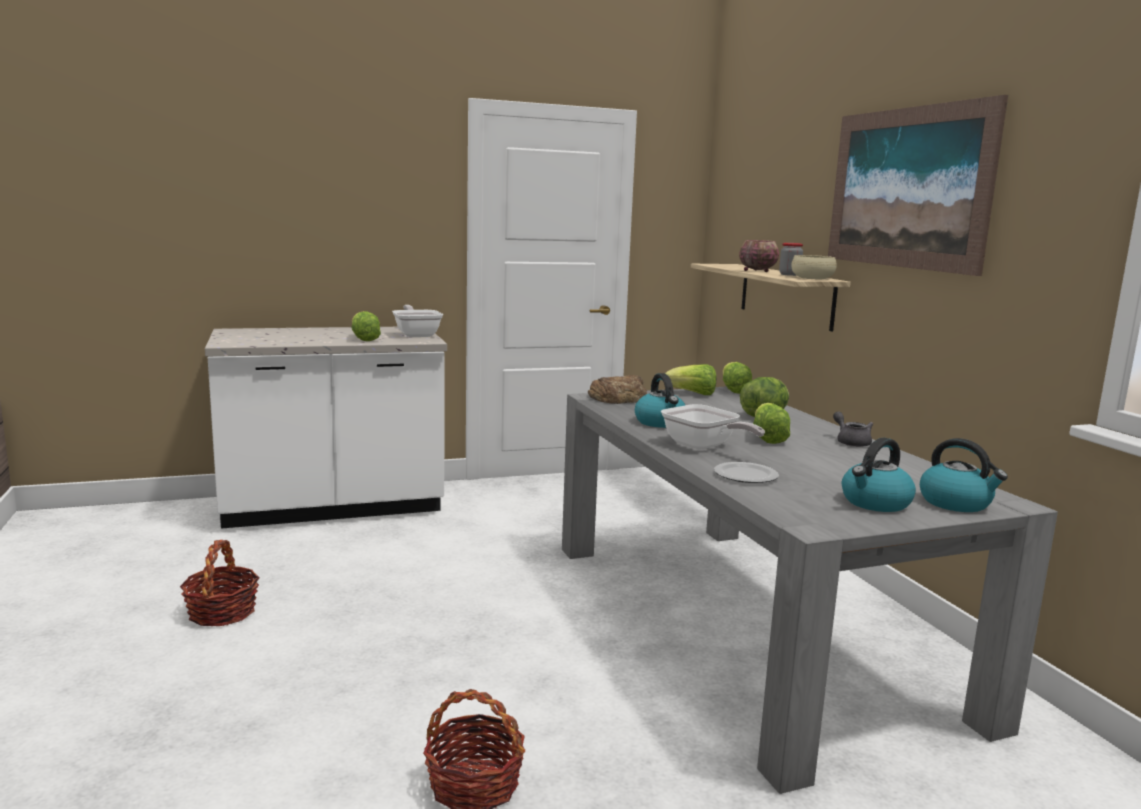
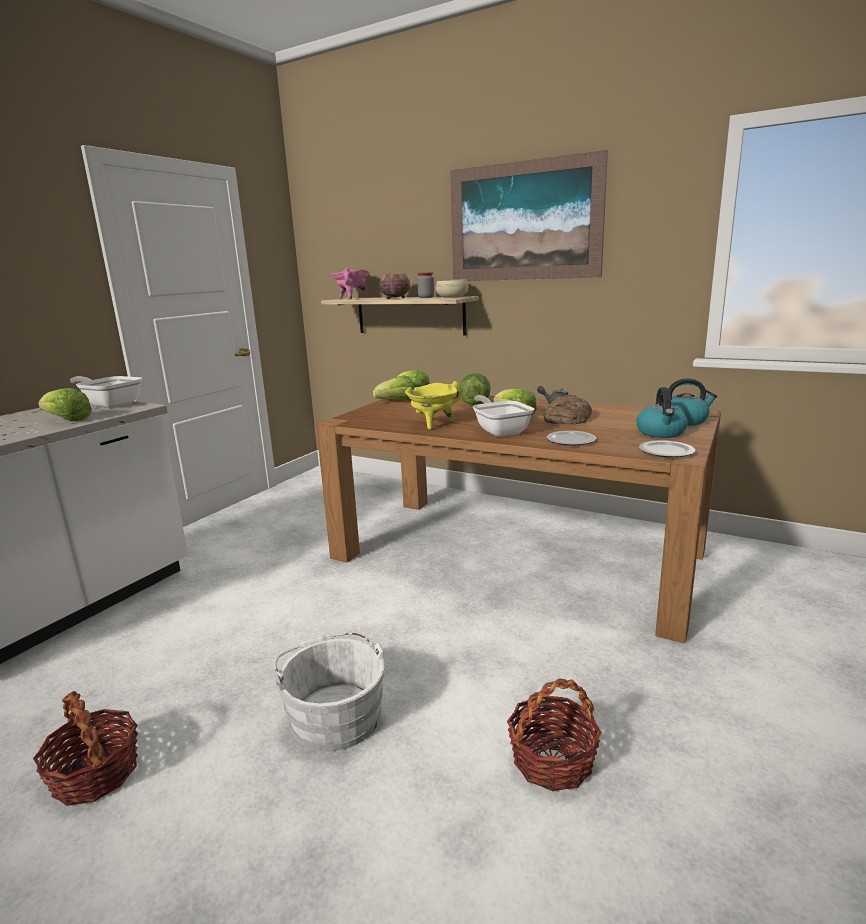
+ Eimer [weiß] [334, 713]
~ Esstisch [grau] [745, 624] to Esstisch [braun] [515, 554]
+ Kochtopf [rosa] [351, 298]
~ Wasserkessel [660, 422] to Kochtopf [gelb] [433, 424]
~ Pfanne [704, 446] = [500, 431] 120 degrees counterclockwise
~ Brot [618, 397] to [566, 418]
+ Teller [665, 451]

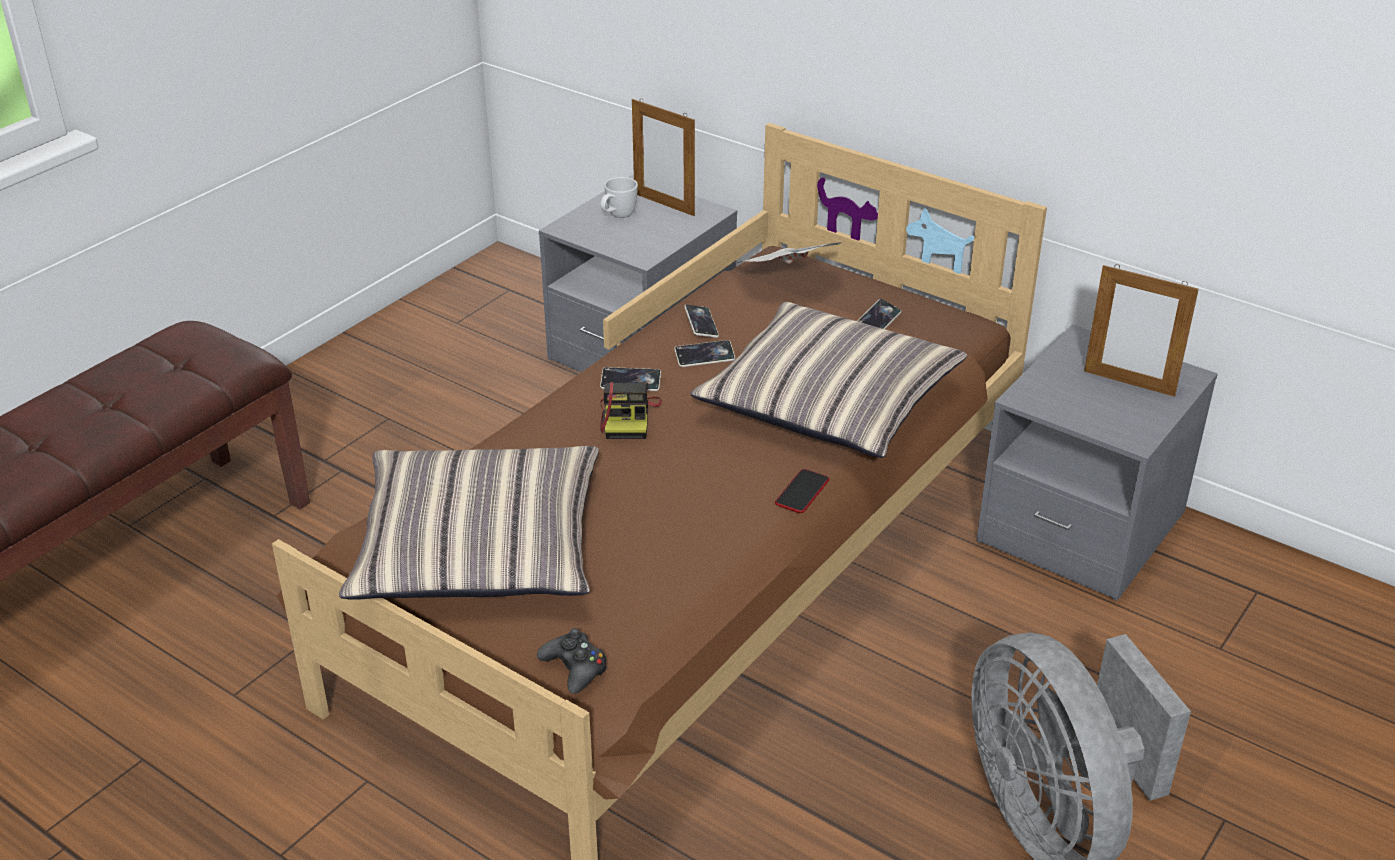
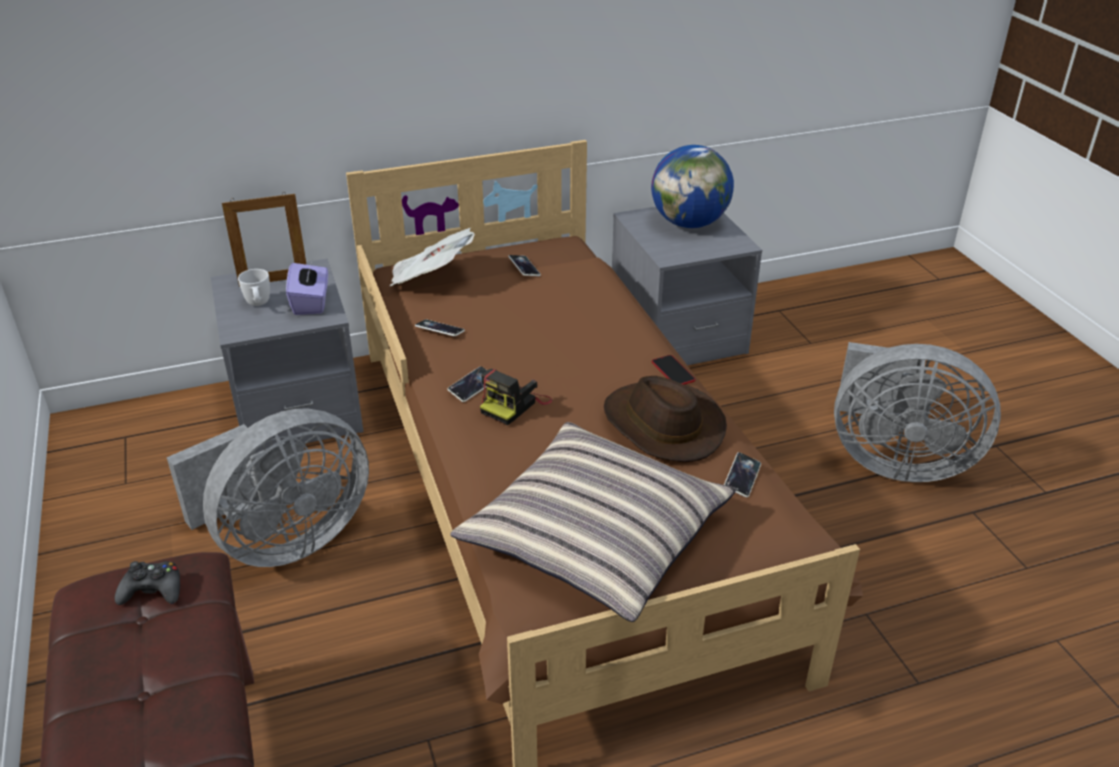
~ Gamepad [schwarz] [575, 668] to [153, 590]
+ Ventilator [grau] [285, 541]
+ Taschentuchbox [lila] [311, 303]
~ Kamera [628, 418] = [514, 405] 90 degrees clockwise
+ Hut [braun] [661, 425]
~ Bilderrahmen [1129, 383] to Globus [689, 223]
~ Handy [704, 357] to [742, 477]
- Kissen [829, 402]

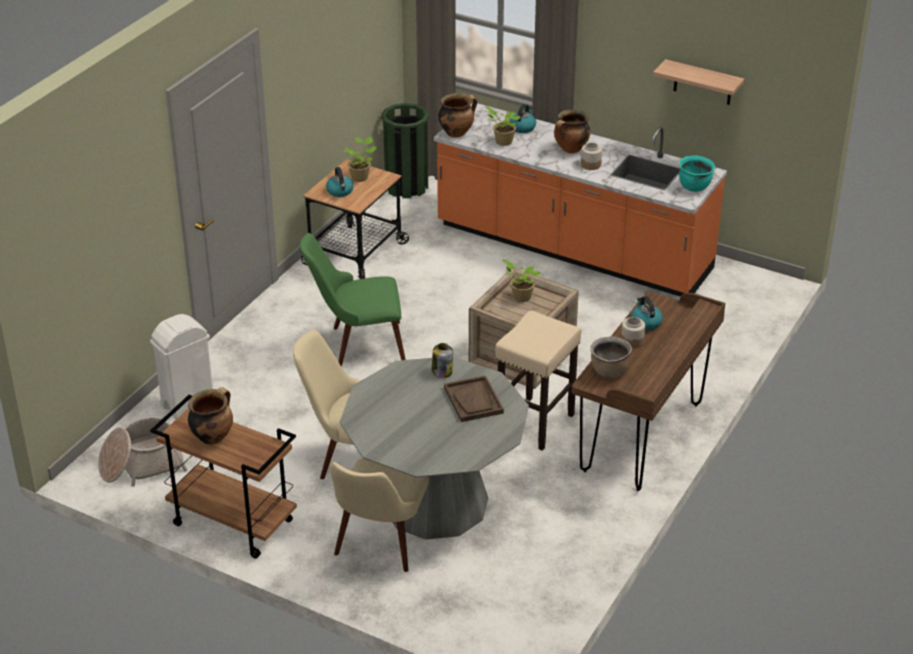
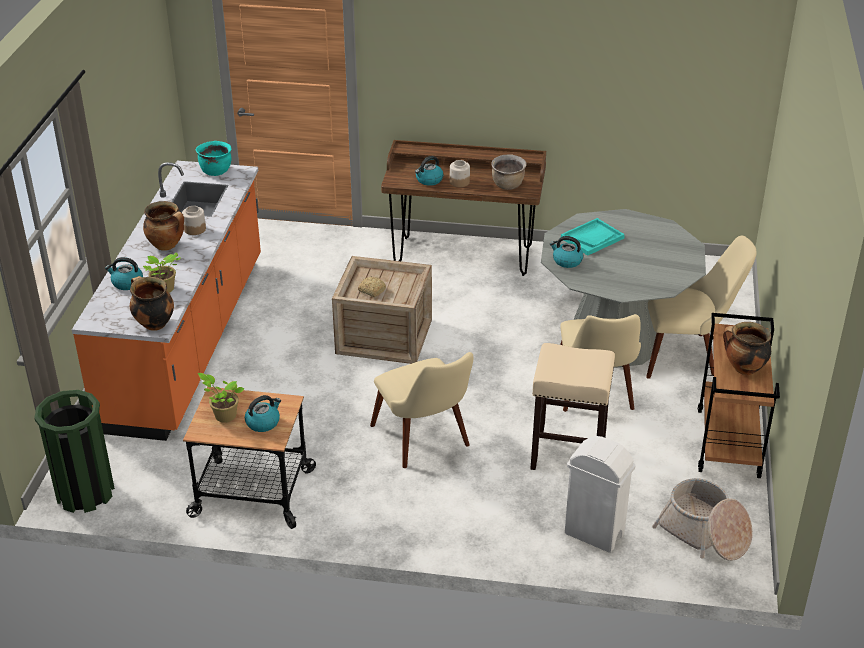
~ Topfpflanze [520, 297] to Brot [371, 290]
~ Stuhl [grün] [357, 345] to Stuhl [beige] [426, 442]
~ Hocker [beige] [535, 422] to [567, 455]
~ Vorratsglas [441, 371] to Wasserkessel [566, 261]
~ Tablett [braun] [473, 400] to Tablett [türkis] [592, 238]
- Wandregal [703, 83]

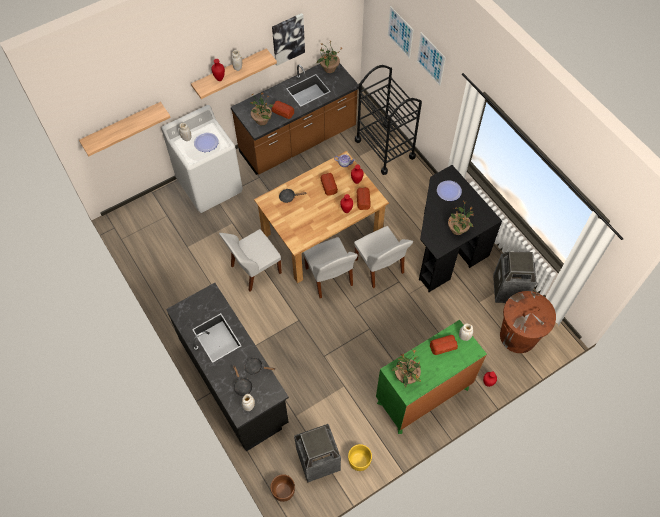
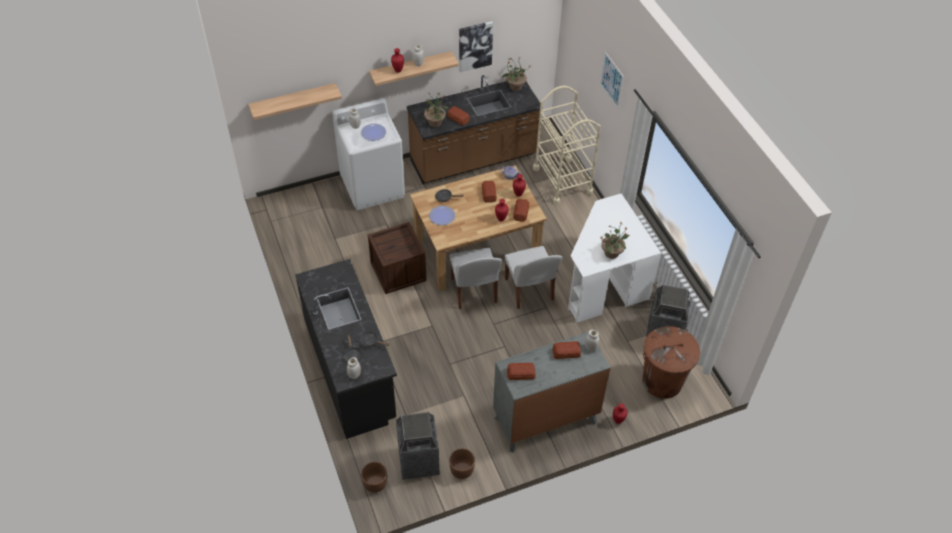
~ Stuhl [weiß] [254, 270] to Kiste [398, 271]
~ Teller [449, 191] to [442, 216]
~ Pflanzkübel [gelb] [359, 461] to Pflanzkübel [braun] [461, 470]
~ Kommode [grün] [423, 395] to Kommode [grau] [545, 420]
~ Topfpflanze [406, 376] to Brot [520, 373]
~ Rollwagen [schwarz] [385, 148] to Rollwagen [beige] [562, 180]
~ Schreibtisch [schwarz] [444, 247] to Schreibtisch [weiß] [603, 282]
- Bild [400, 32]

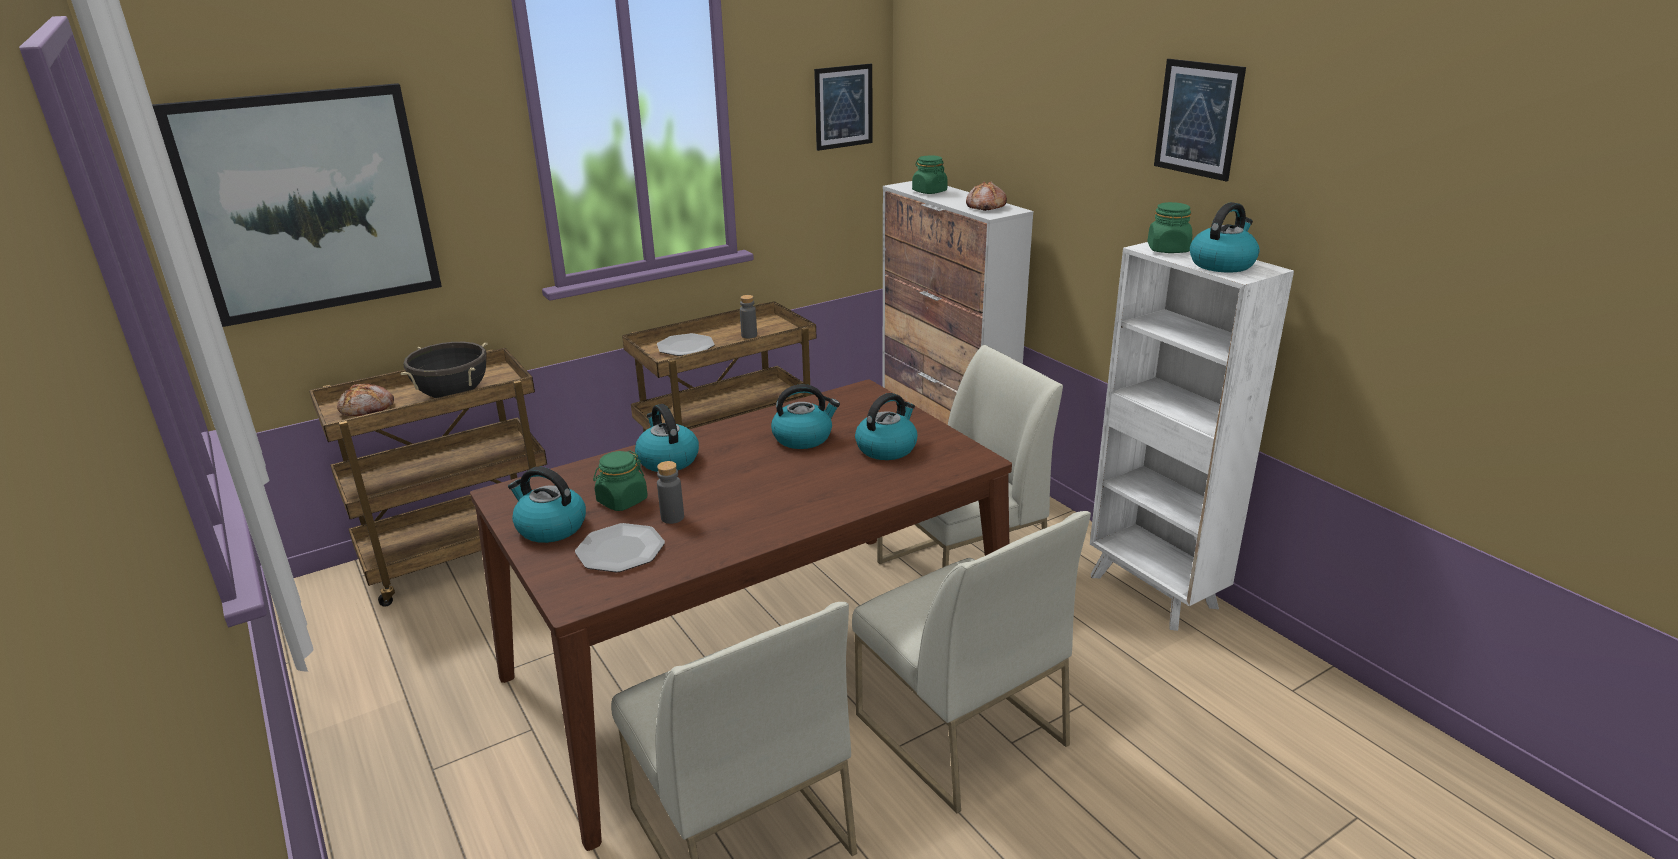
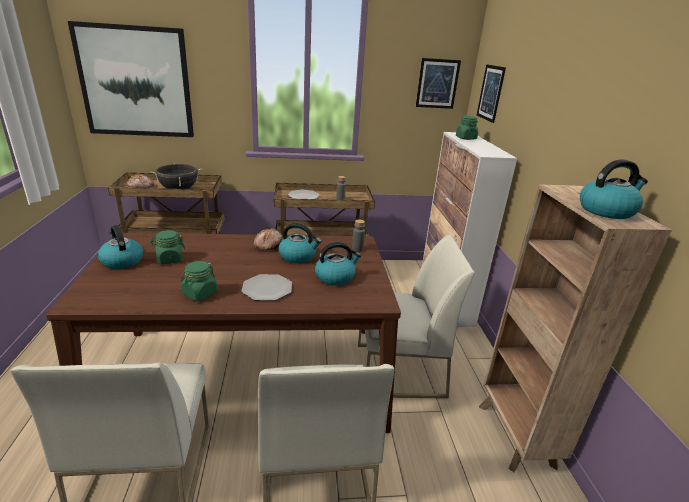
~ Vorratsglas [grün] [1168, 250] to [200, 294]
~ Teller [620, 550] to [267, 289]
~ Brot [985, 206] to [268, 245]
~ Flasche [grau] [672, 517] to [357, 249]
~ Bild [1198, 119] to [490, 93]
~ Bücherregal [weiß] [1154, 593] to Bücherregal [braun] [516, 436]
- Wasserkessel [667, 460]

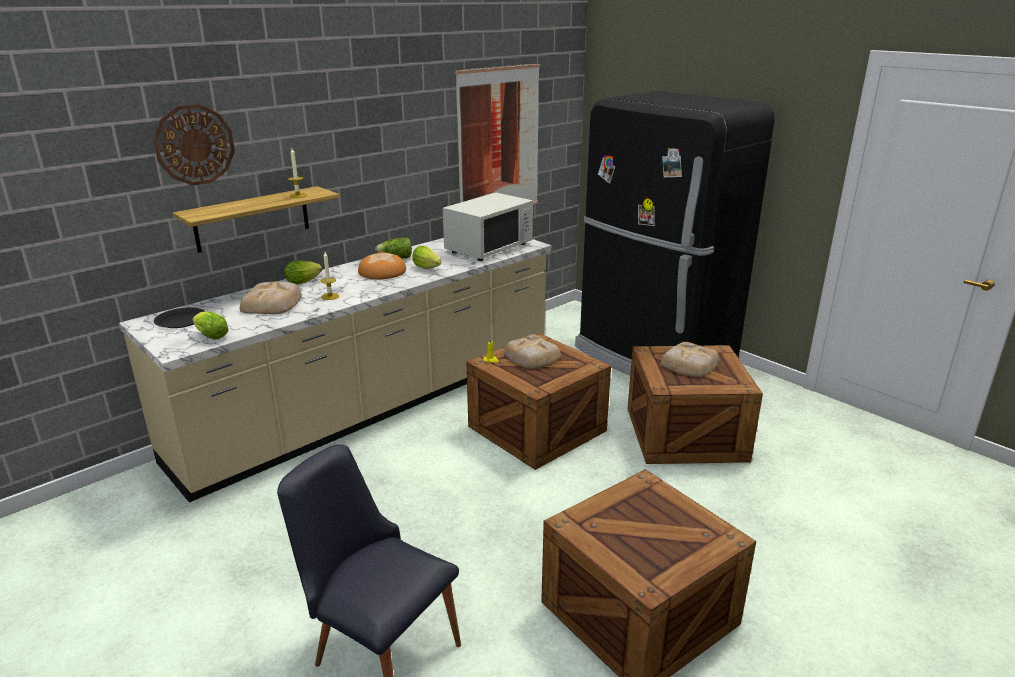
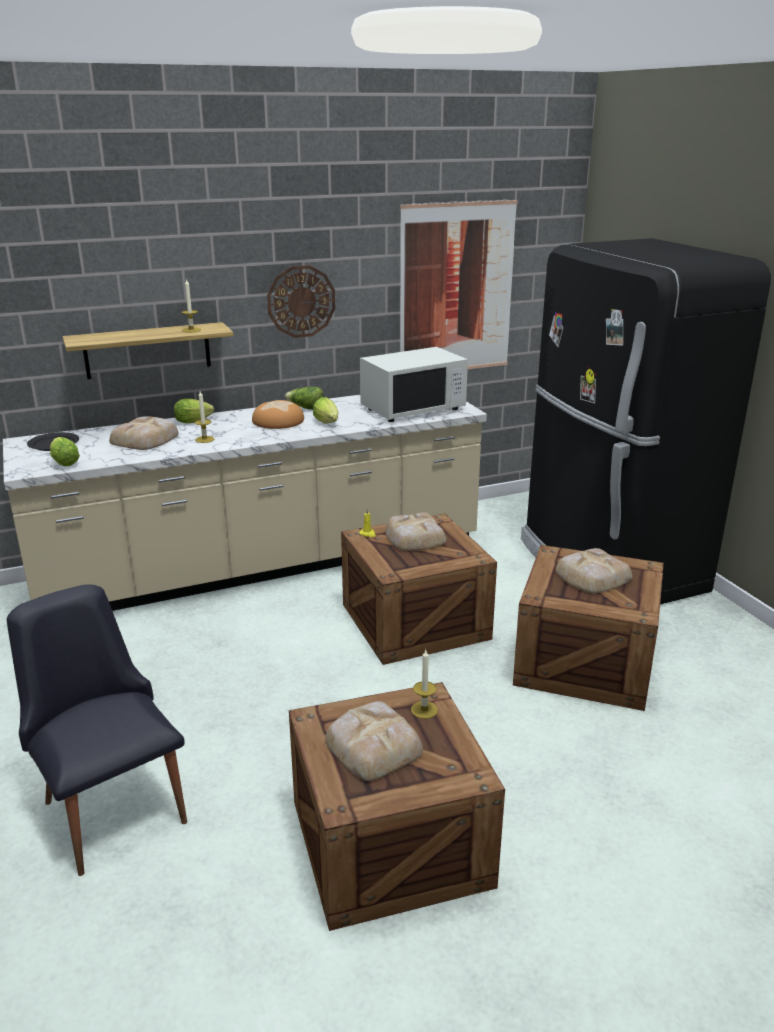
~ Wanduhr [194, 145] to [301, 301]
+ Brot [373, 745]
+ Kerze [424, 710]

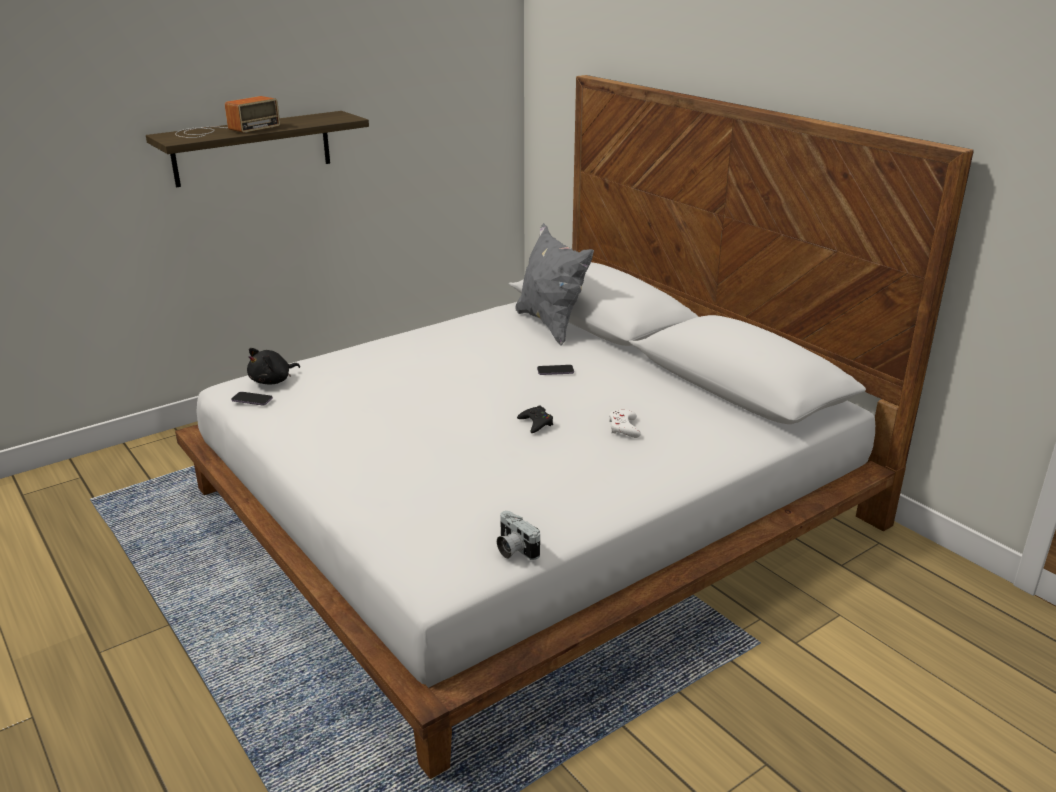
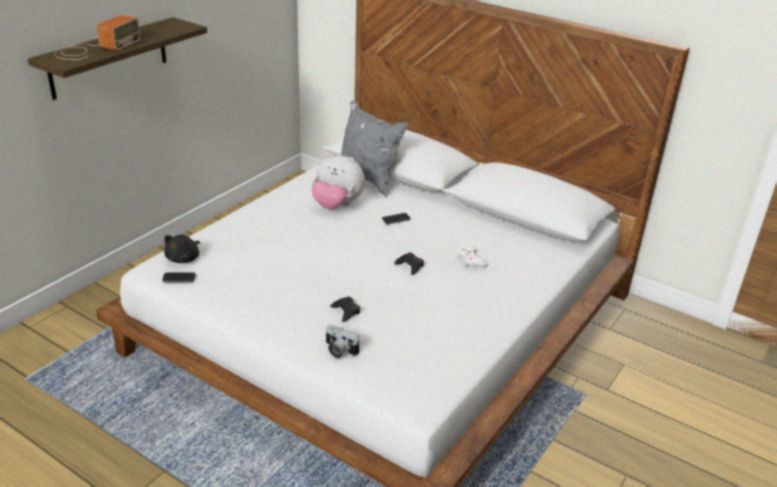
+ Plüschtier [337, 205]
~ Kamera [513, 549] to [339, 350]
+ Gamepad [schwarz] [346, 311]

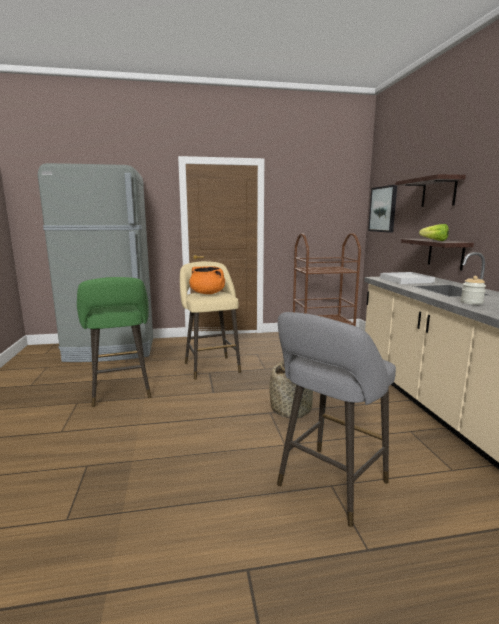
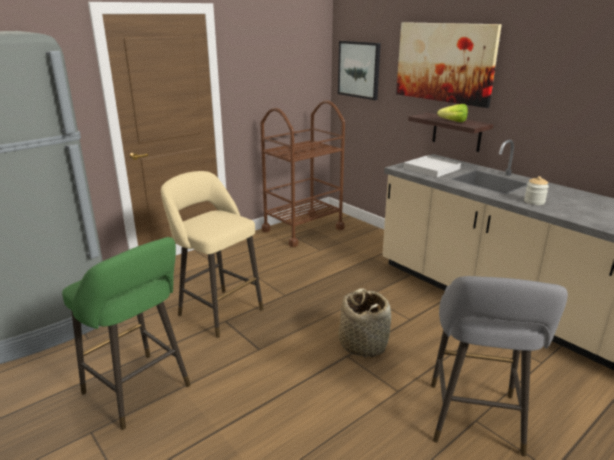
~ Wandregal [438, 192] to Bild [444, 62]
- Kochtopf [orange] [208, 293]

